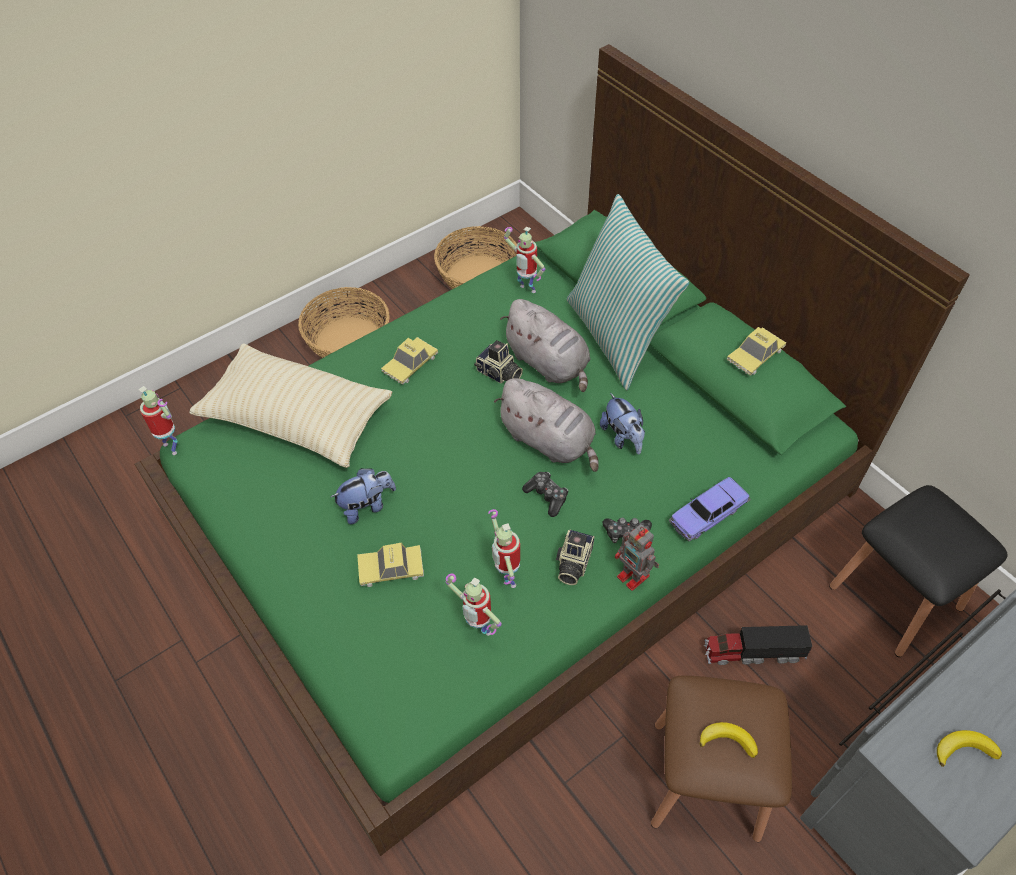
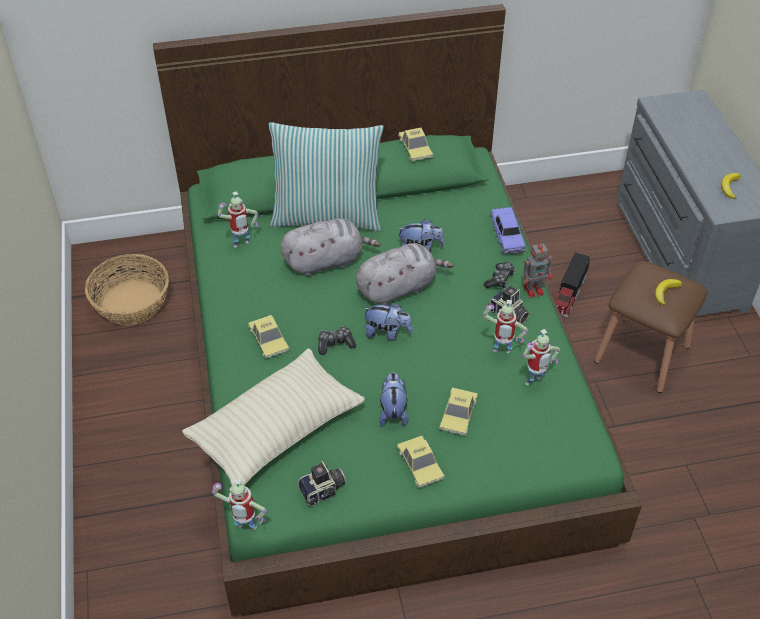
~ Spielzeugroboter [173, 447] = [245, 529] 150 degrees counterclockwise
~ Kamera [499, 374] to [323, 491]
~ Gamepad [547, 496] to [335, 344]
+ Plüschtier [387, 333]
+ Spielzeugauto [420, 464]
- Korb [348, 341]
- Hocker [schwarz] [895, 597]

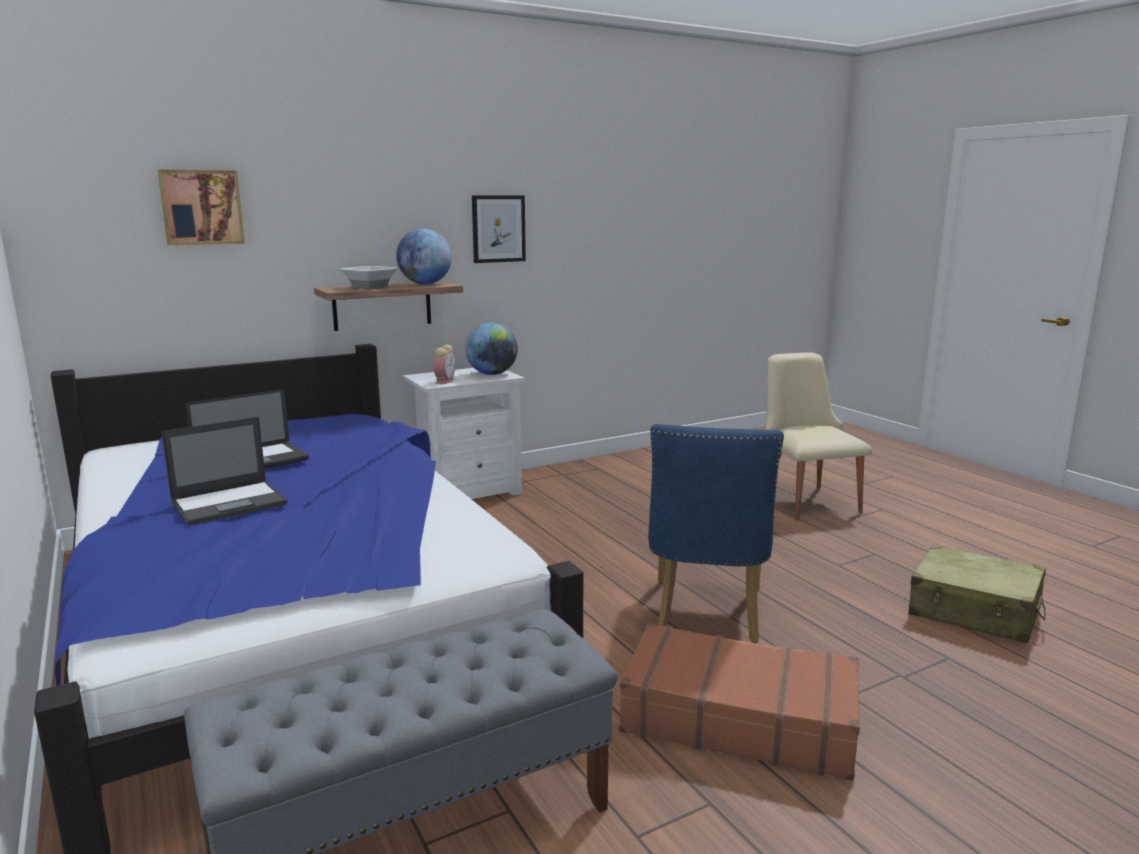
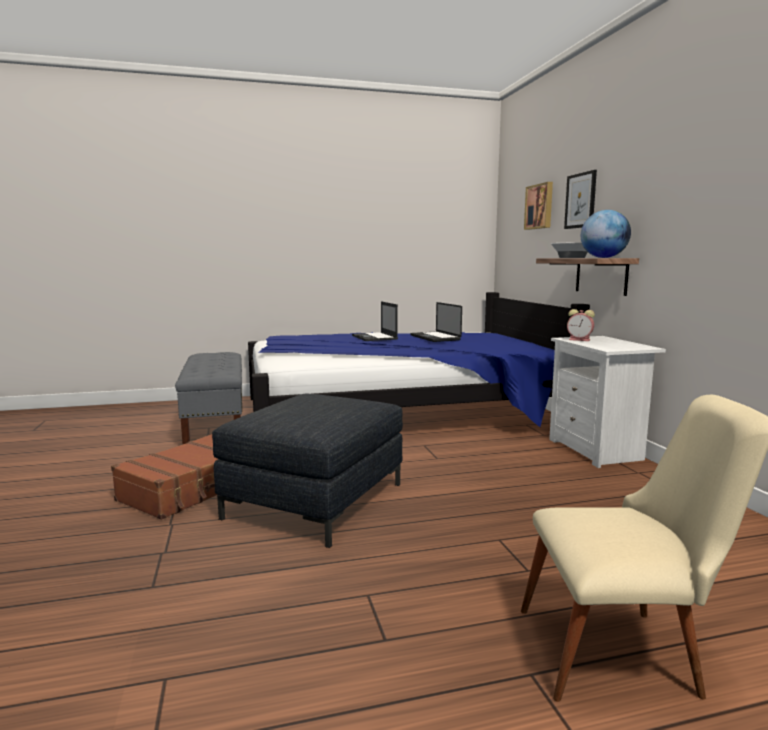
~ Stuhl [blau] [705, 616] to Polsterhocker [grau] [315, 500]
~ Bild [498, 229] to [580, 200]
- Globus [492, 374]
- Koffer [beige] [974, 611]

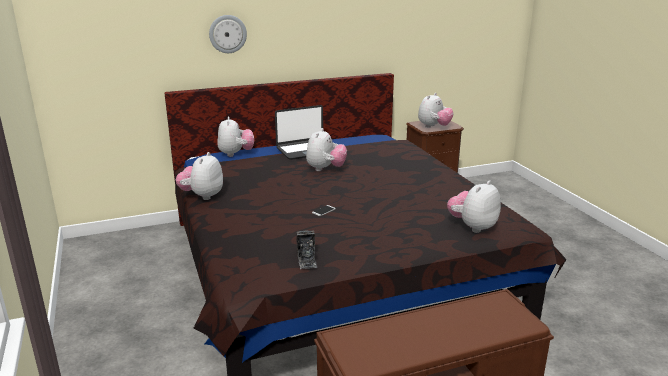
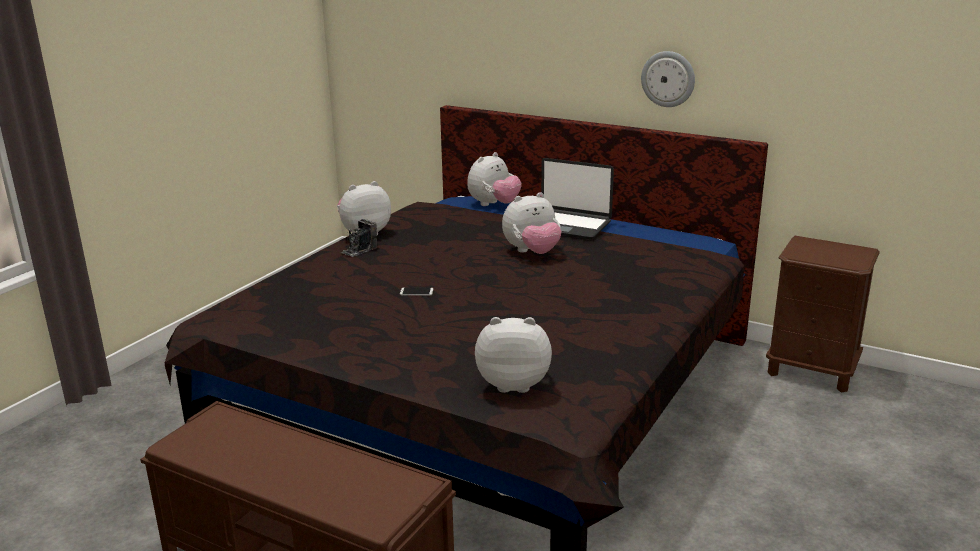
~ Kamera [307, 260] to [359, 250]
~ Wanduhr [227, 34] to [668, 79]
- Plüschtier [434, 127]

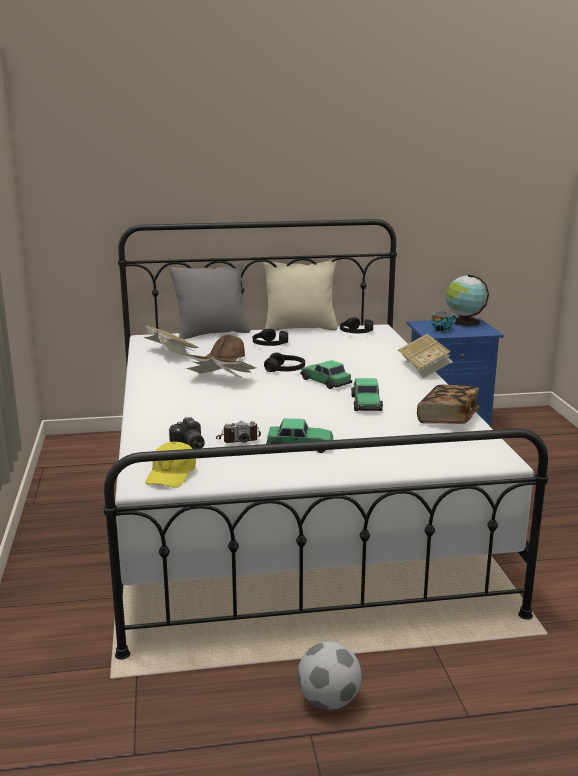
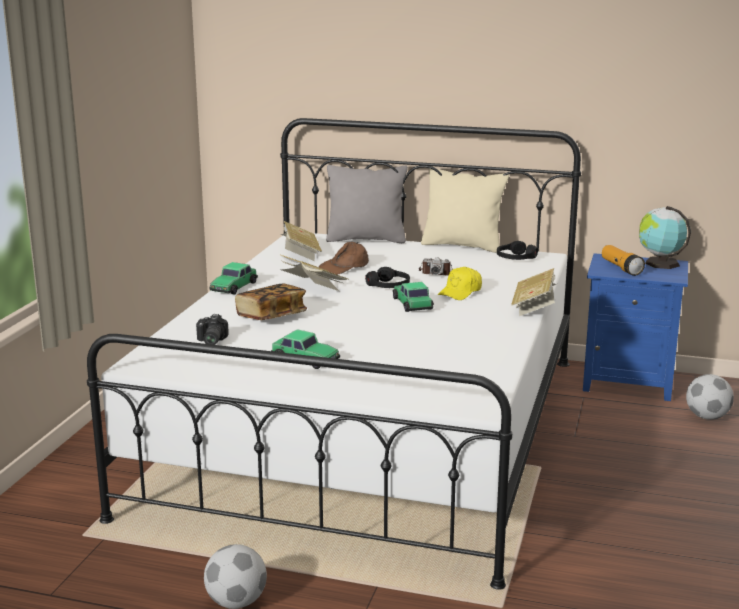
~ Spielzeugauto [366, 403] to [233, 287]
~ Buch [447, 419] to [271, 316]
~ Kamera [238, 439] to [436, 273]
~ Kappe [gelb] [172, 474] to [460, 292]
~ Tasse [442, 330] to Taschenlampe [621, 268]
+ Fußball [707, 417]
- Kopfhörer [schwarz] [269, 344]

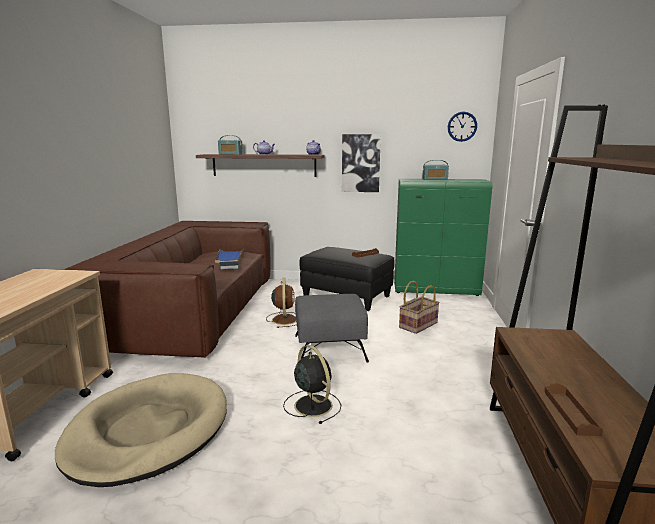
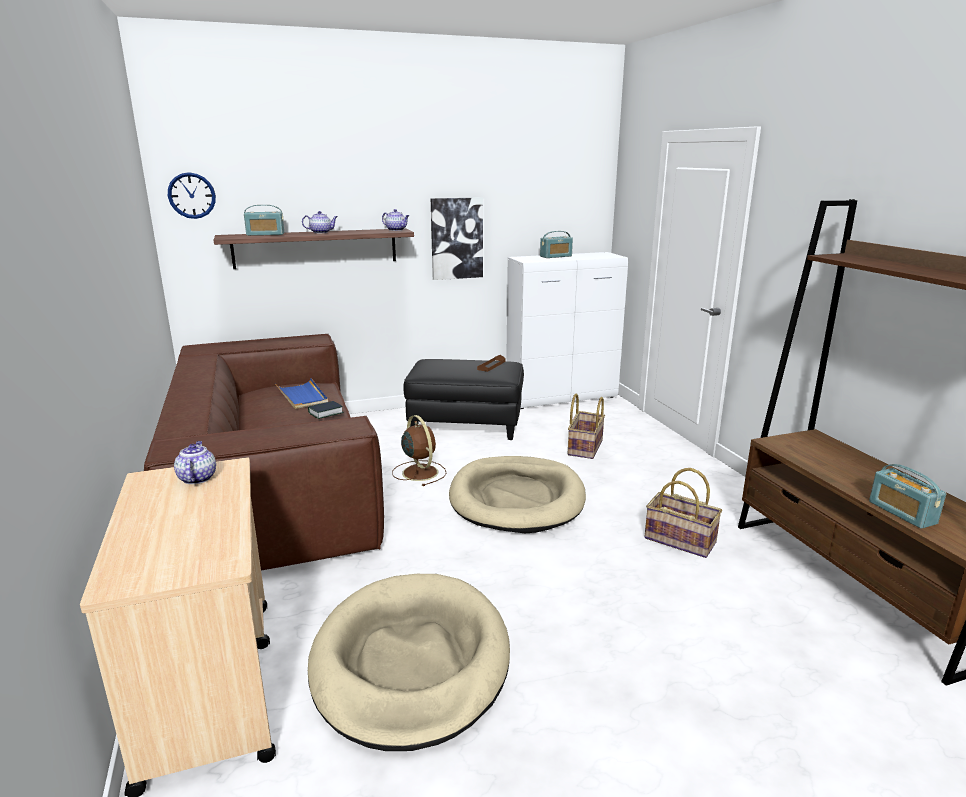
~ Wanduhr [462, 126] to [191, 195]
+ Teekanne [197, 478]
~ Polsterhocker [grau] [330, 348] to Hundebett [beige] [517, 498]
~ Schrank [grün] [436, 290] to Schrank [weiß] [562, 397]
+ Korb [680, 540]
~ Tablett [braun] [570, 412] to Radio [902, 512]
- Ventilator [schwarz] [312, 404]

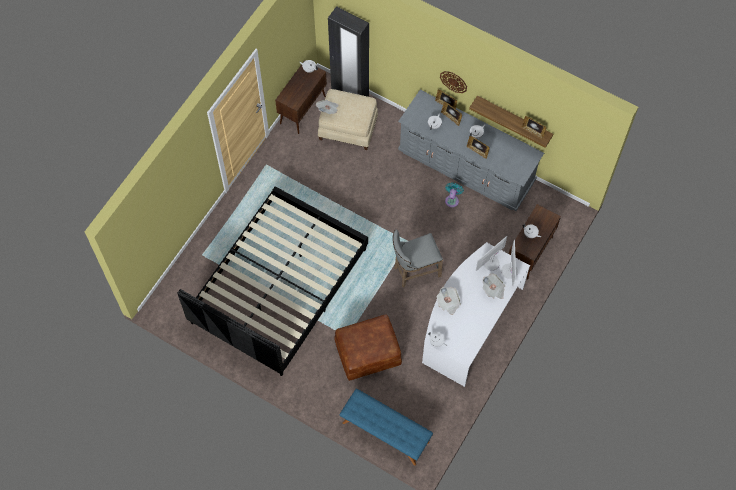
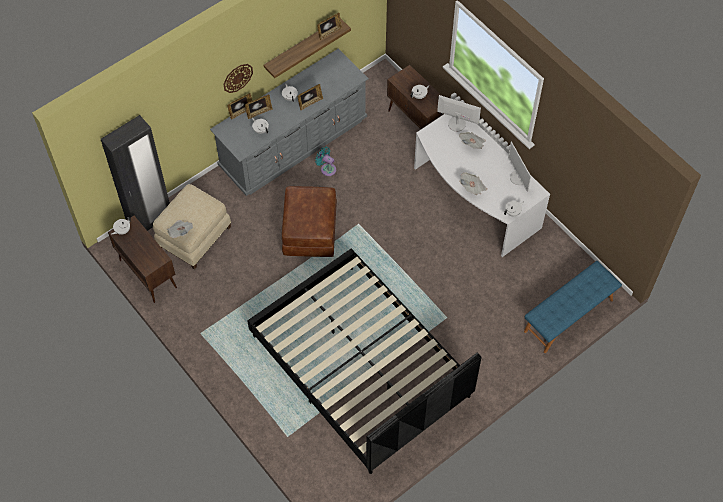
~ Polsterhocker [braun] [367, 353] to [310, 232]
~ Monitor [491, 263] to [518, 178]
- Hocker [grau] [414, 271]

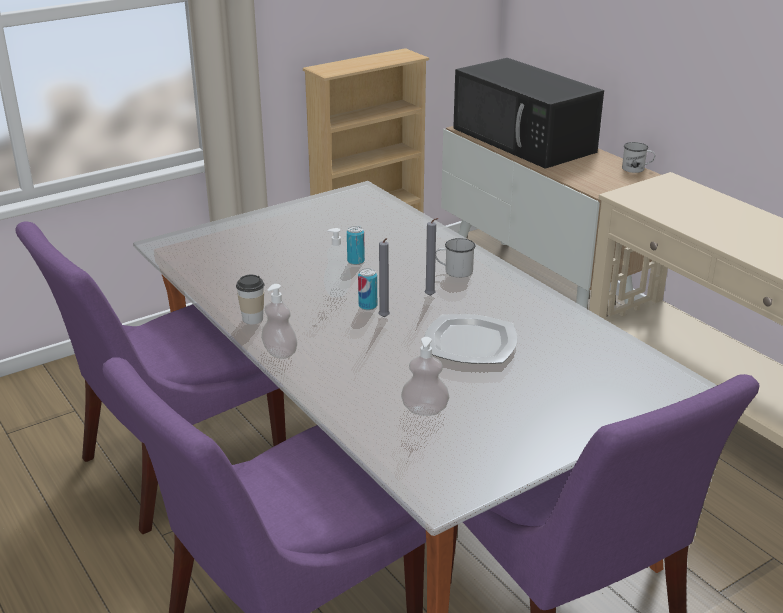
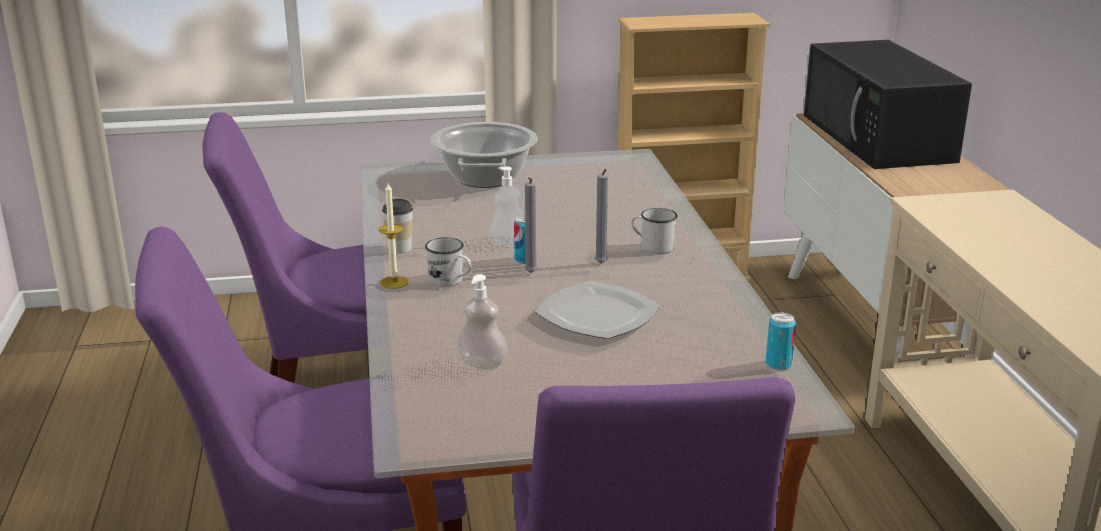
~ Seifenspender [280, 352] to Kerze [394, 282]
~ Henkelbecher [weiß] [637, 169] to [450, 281]
+ Kochtopf [485, 178]
~ Dose [356, 261] to [778, 364]

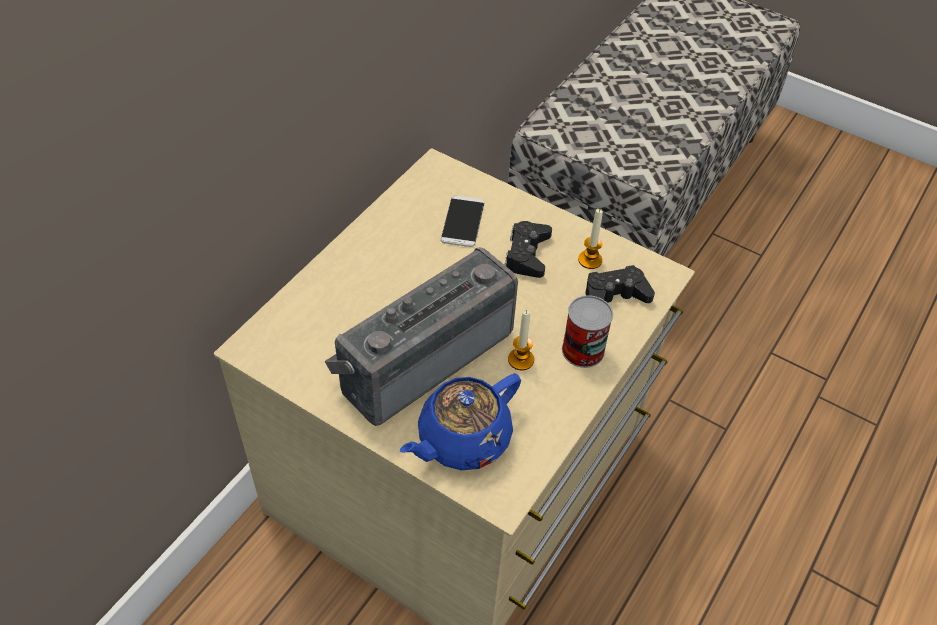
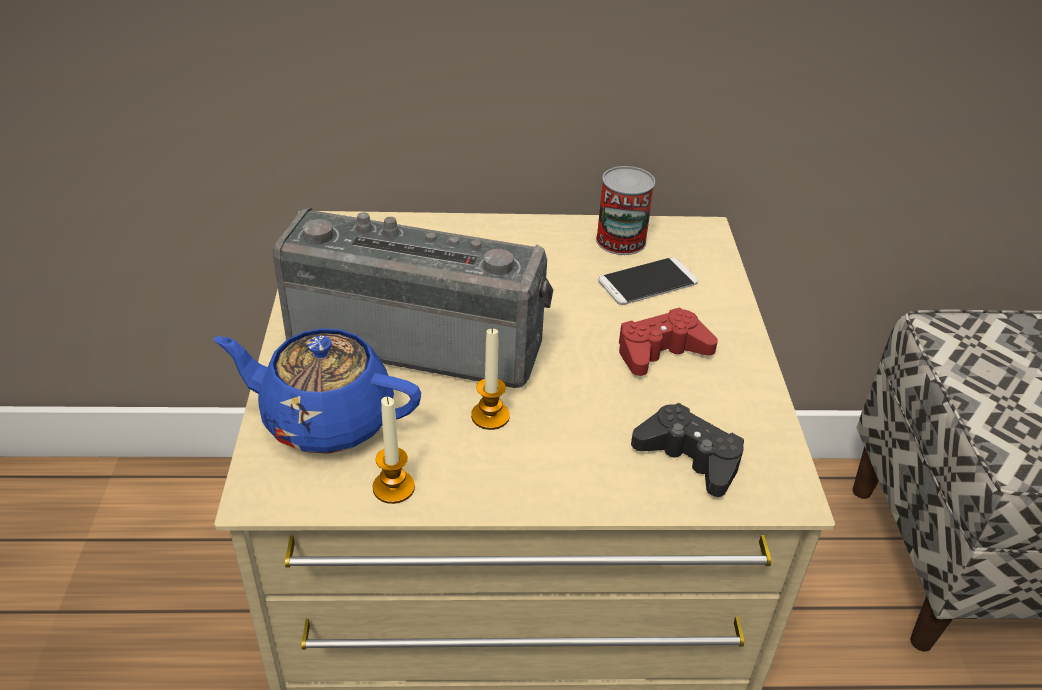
~ Kerze [590, 260] to [393, 488]
~ Dose [583, 350] to [621, 240]
~ Gamepad [schwarz] [527, 254] to Gamepad [rot] [661, 351]

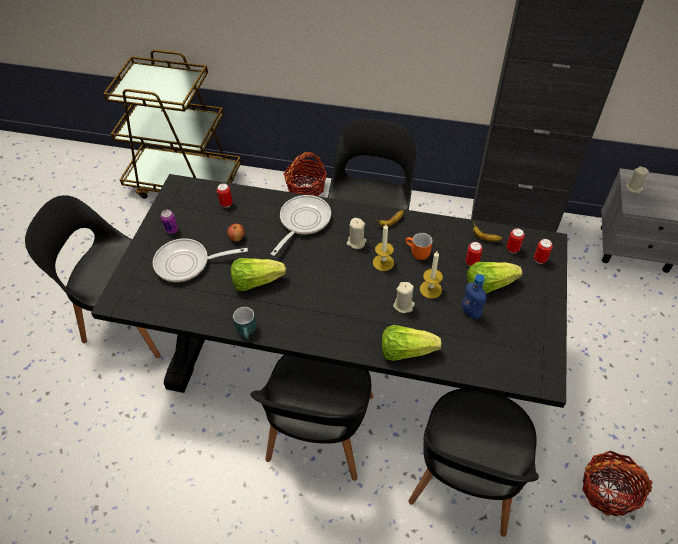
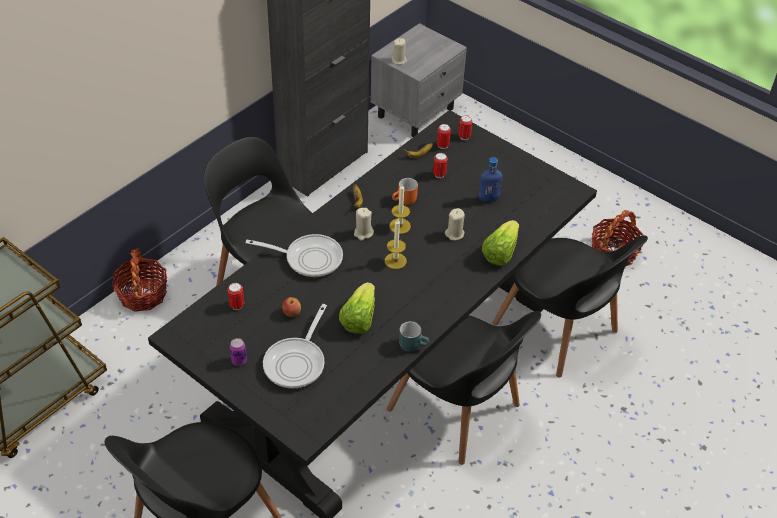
~ Pfanne [302, 222] = [309, 258] 135 degrees clockwise
~ Kerze [430, 289] to [395, 261]
- Salatkopf [488, 285]

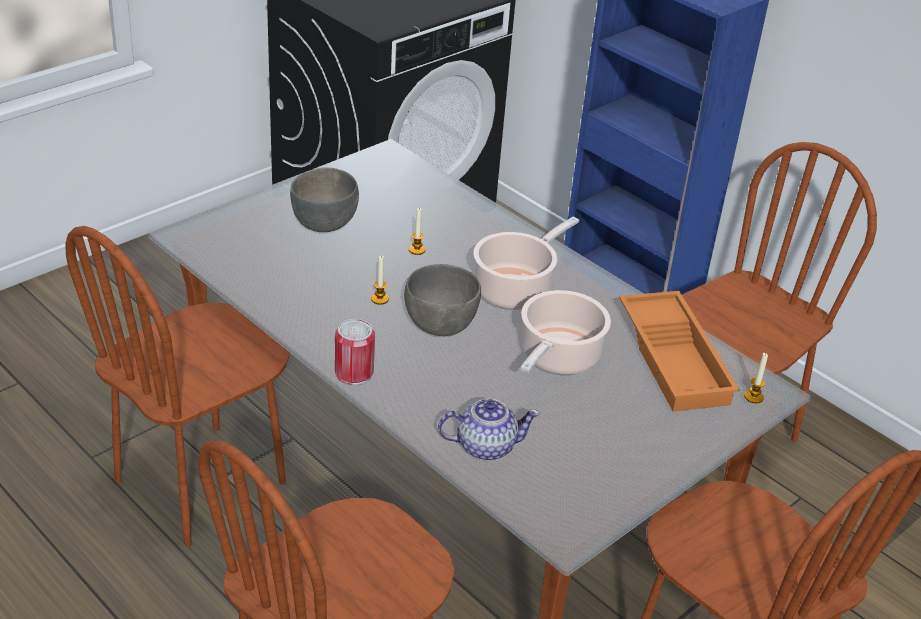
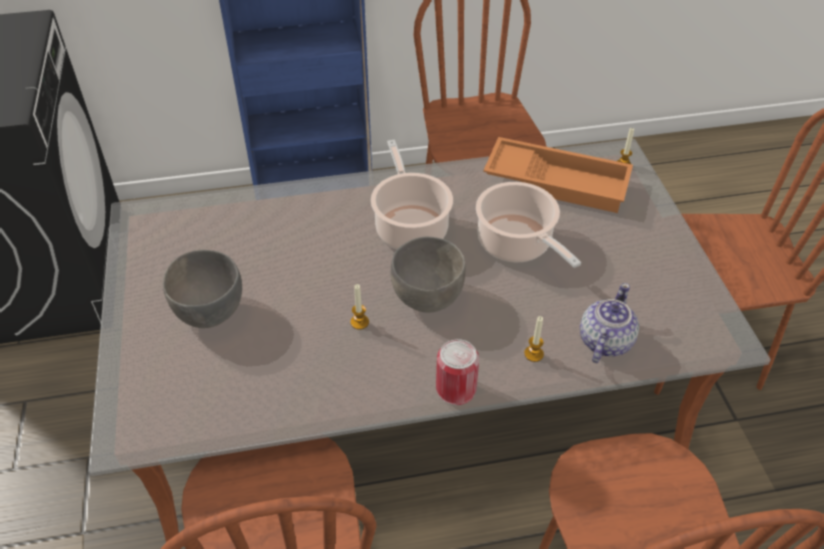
~ Kerze [417, 250] to [533, 354]

